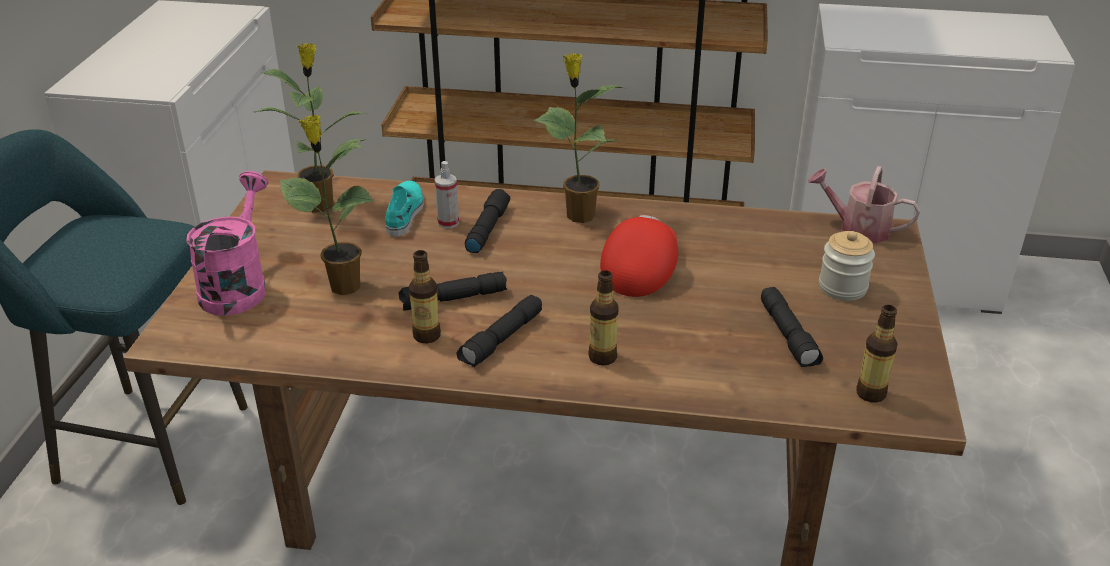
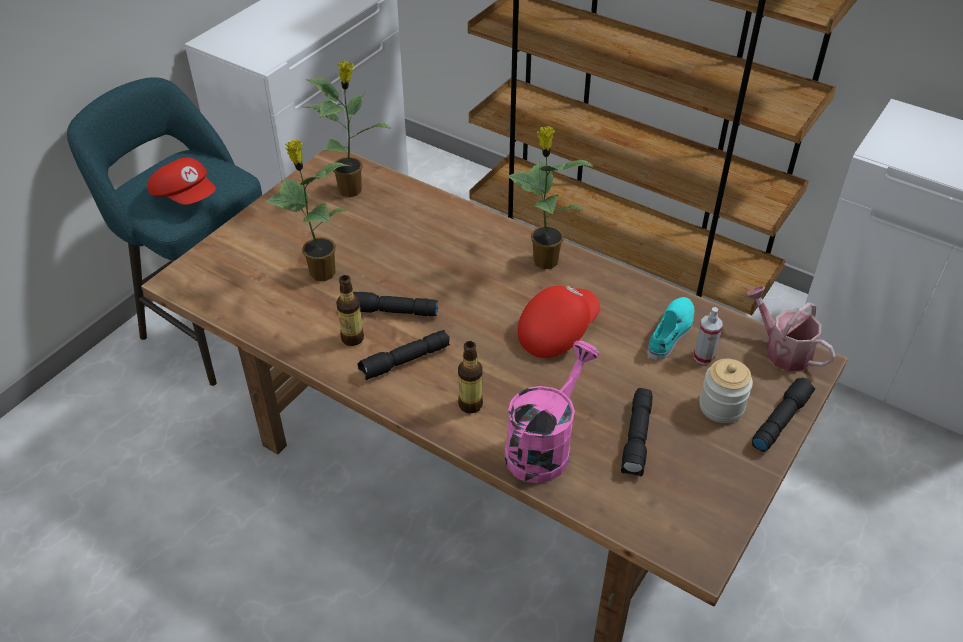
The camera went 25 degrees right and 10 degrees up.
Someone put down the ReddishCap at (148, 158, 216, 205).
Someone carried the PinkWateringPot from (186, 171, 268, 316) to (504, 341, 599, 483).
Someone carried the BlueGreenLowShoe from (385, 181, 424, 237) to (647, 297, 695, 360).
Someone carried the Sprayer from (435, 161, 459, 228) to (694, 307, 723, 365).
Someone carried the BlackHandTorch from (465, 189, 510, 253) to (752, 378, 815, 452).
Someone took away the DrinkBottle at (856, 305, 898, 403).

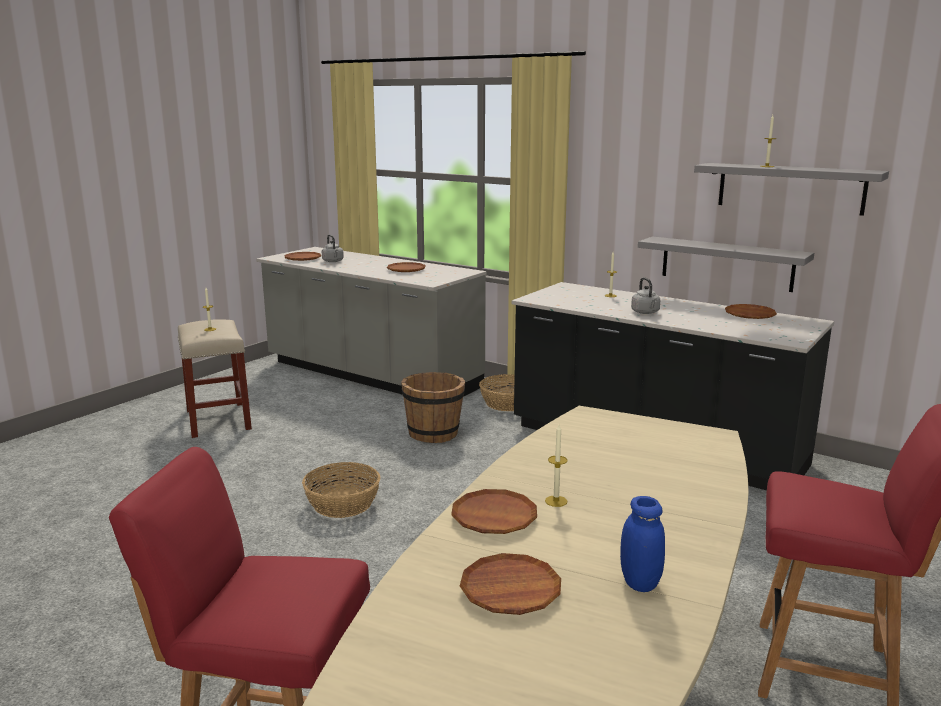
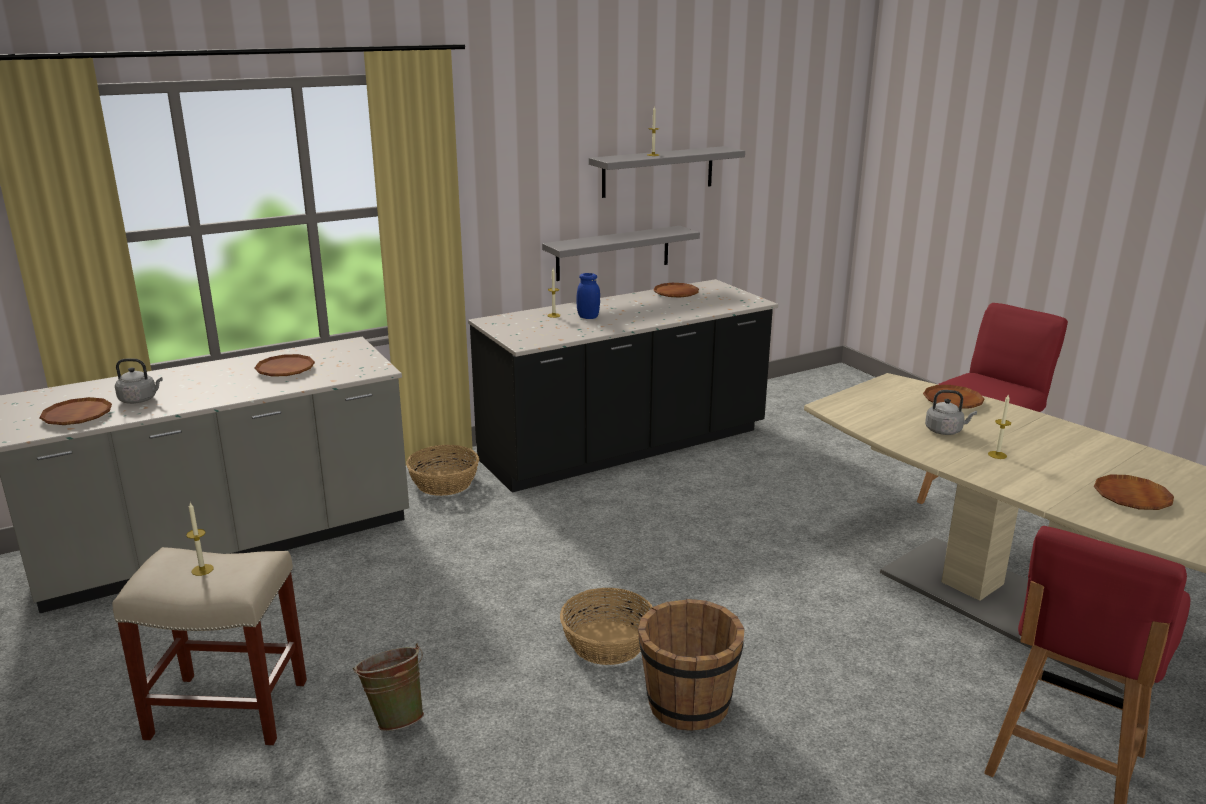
The camera went 65 degrees left and 5 degrees up.
Someone put down the GreenPail at (353, 644, 424, 731).
Someone carried the BlueStorageJar from (620, 496, 665, 592) to (576, 273, 600, 319).
Someone carried the BrownishPail from (401, 372, 465, 443) to (638, 599, 745, 731).
Someone carried the BrownishDinnerPlate from (451, 489, 537, 534) to (923, 385, 984, 408).
Someone carried the GreyWaterKettle from (631, 277, 660, 314) to (925, 390, 977, 435).

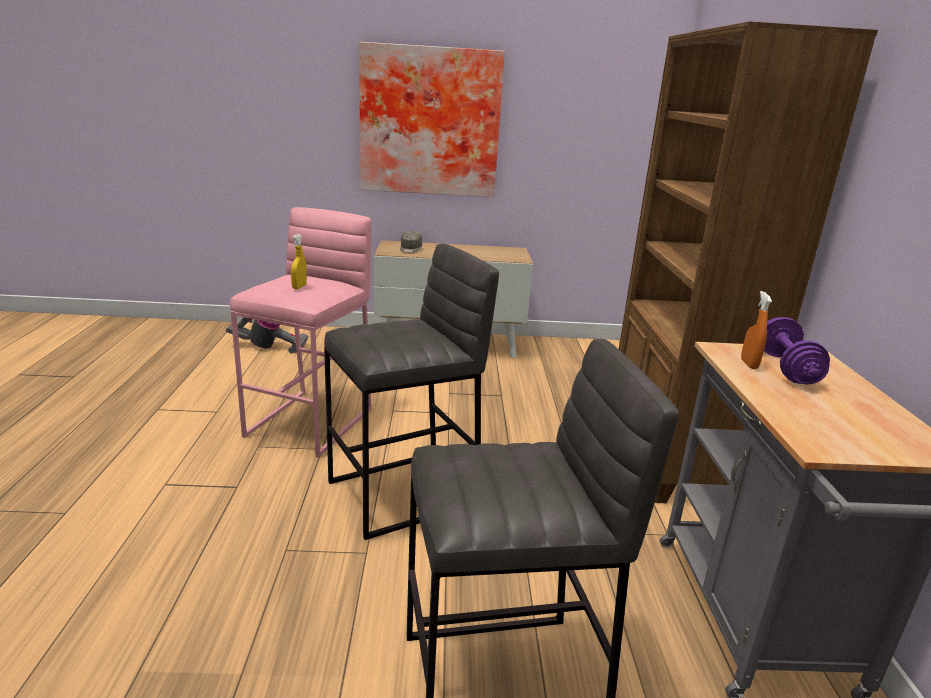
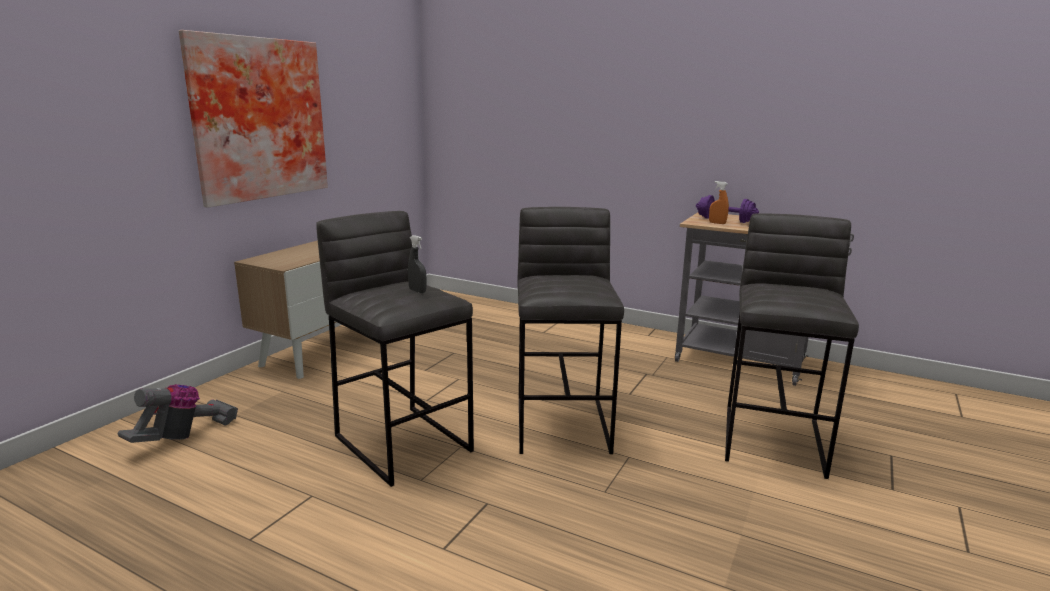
The camera went 60 degrees left and 5 degrees down.
Someone repainted the PinkStoolSeat at (230, 207, 371, 457), which became the GreyStoolSeat at (316, 211, 474, 487).
Someone repainted the YellowSprayer at (291, 234, 307, 289), which became the GreySprayer at (408, 235, 427, 293).
Someone took away the GreyCap at (400, 231, 422, 254).
Someone took away the BrownishShelvingUnit at (619, 21, 878, 503).

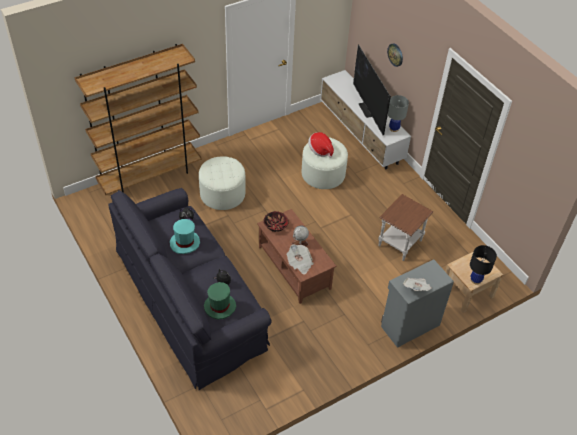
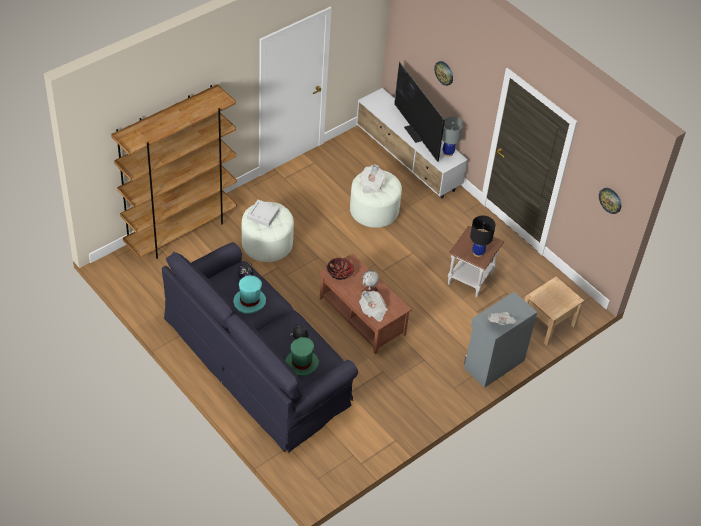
The camera went 10 degrees left and 0 degrees up.
Someone put down the GreyTray at (247, 200, 280, 227).
Someone swapped the Hat at (308, 132, 334, 158) for the Newspaper at (360, 165, 386, 193).
Someone carried the BlackLampForATable from (470, 245, 497, 284) to (470, 215, 496, 257).
Someone put up the WallClock at (599, 188, 621, 214).

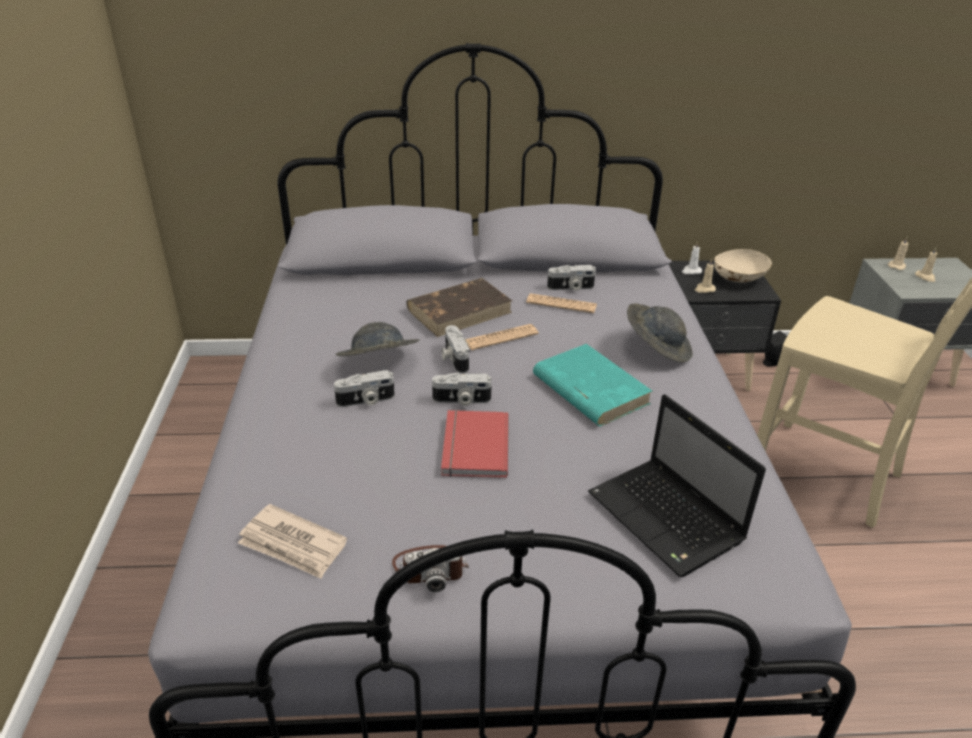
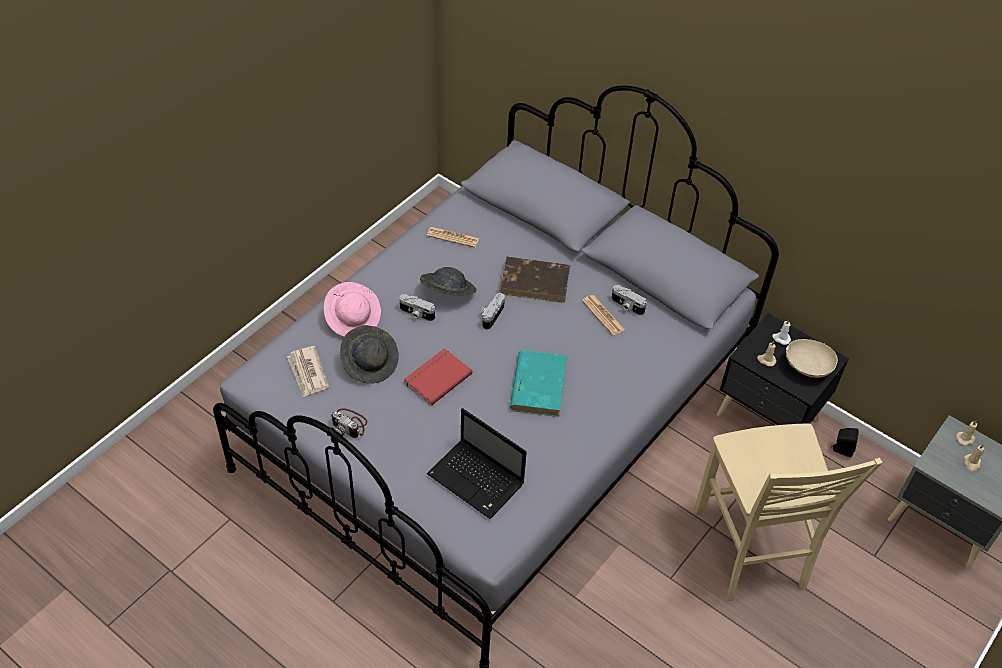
The camera went 40 degrees right and 15 degrees up.
Someone put down the PinkHat at (324, 282, 381, 337).
Someone carried the GreyHat from (627, 304, 693, 362) to (340, 325, 399, 384).
Someone carried the Newspaper from (466, 324, 539, 350) to (427, 227, 479, 248).
Someone rotated the Laptop at (588, 394, 766, 577) by 60 degrees counterclockwise.
Someone took away the StillCamera at (432, 372, 492, 406).

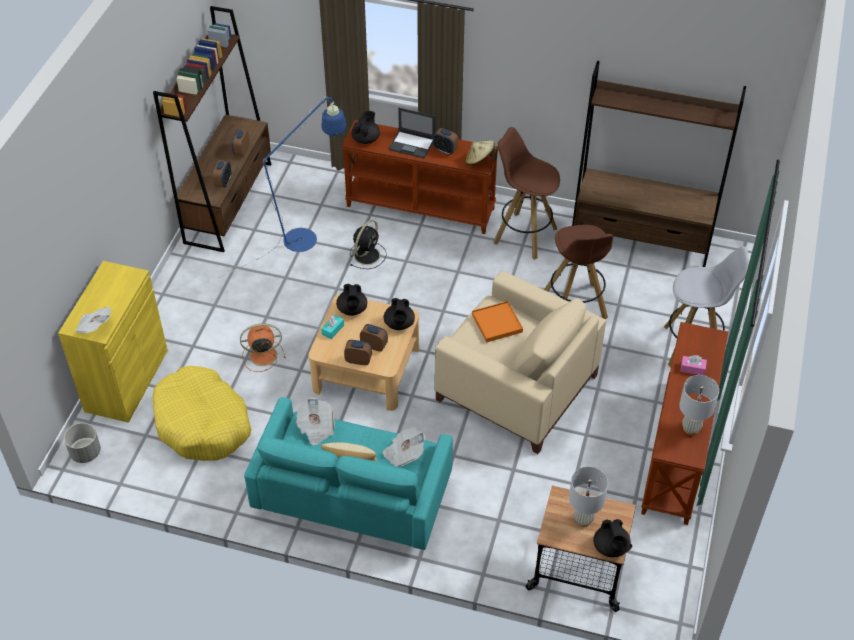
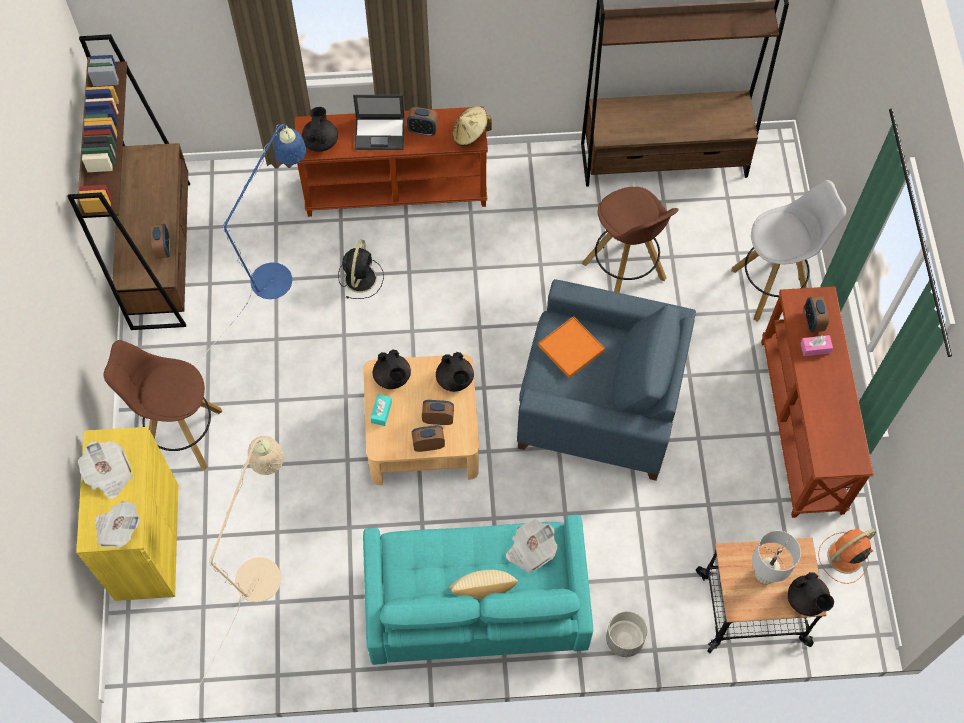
The camera went 20 degrees left and 15 degrees up.
Someone carried the Newspaper from (296, 397, 335, 445) to (78, 441, 133, 499).
Someone carried the BrownishStoolSeat from (494, 127, 560, 260) to (103, 340, 223, 470).
Someone swapped the YellowPetBed at (153, 366, 252, 461) for the BeigeStandardLamp at (194, 436, 284, 695).
Someone repainted the BeigeEasyChair at (435, 271, 606, 454), which became the BlueEasyChair at (517, 279, 696, 481).
Someone carried the GreyFlowerPot from (64, 423, 101, 463) to (606, 611, 647, 657).
Someone carried the AlarmClock from (232, 129, 249, 156) to (804, 296, 829, 332).
Someone carried the OrangeColouredElectricFan from (240, 323, 286, 372) to (818, 529, 876, 584).
Someone took away the WhiteLampForATable at (679, 375, 719, 435).

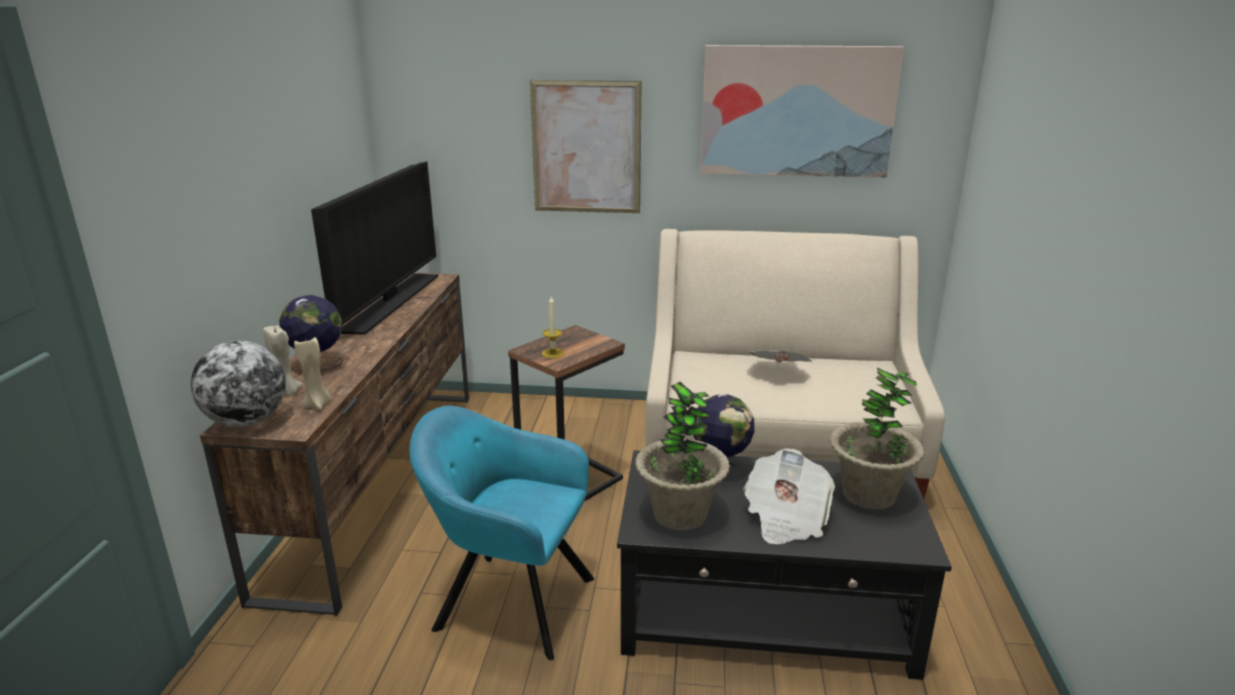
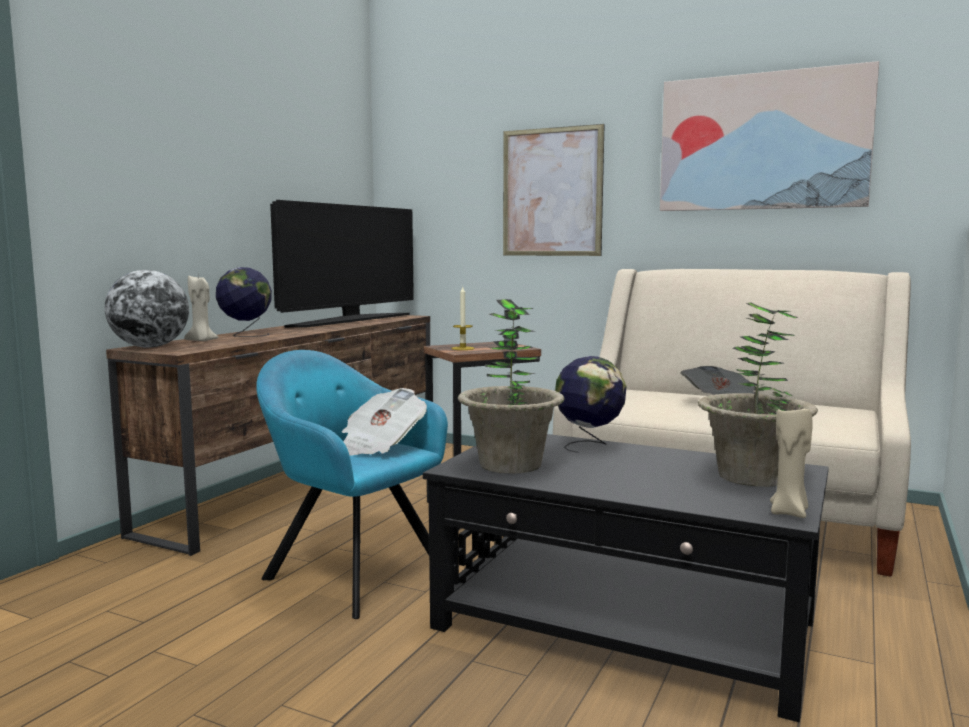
The camera went 20 degrees right and 15 degrees down.
Someone carried the Newspaper from (743, 448, 835, 544) to (342, 388, 427, 456).
Someone carried the BeigeWaxCandle from (294, 337, 331, 410) to (770, 407, 812, 518).

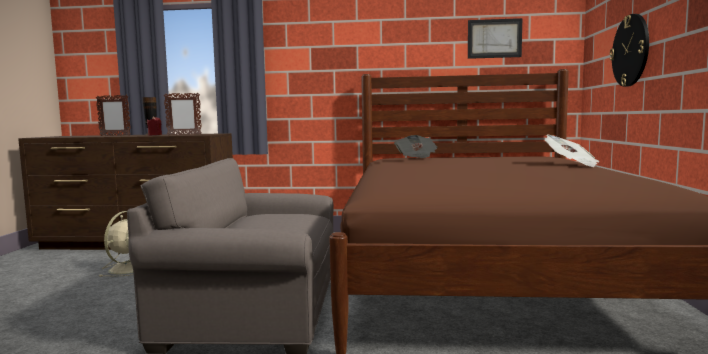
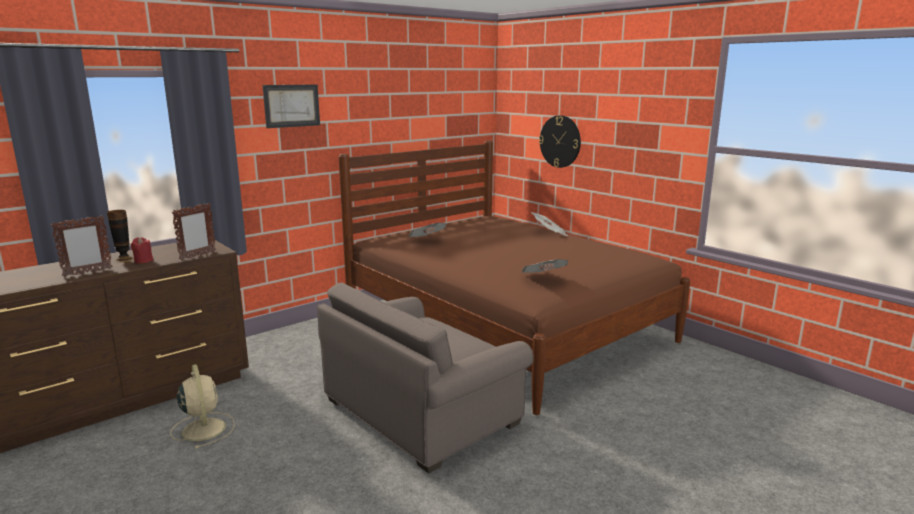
The camera went 45 degrees left and 10 degrees up.
Someone carried the WallPicture from (468, 18, 522, 59) to (263, 84, 320, 128).
Someone put down the Newspaper at (521, 259, 569, 273).

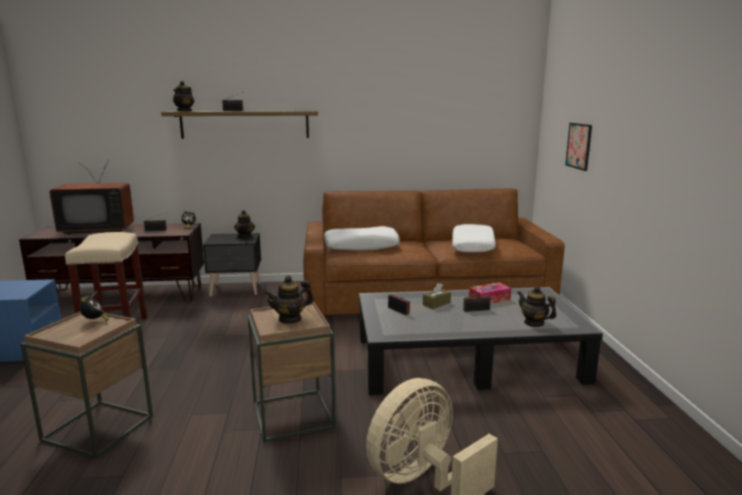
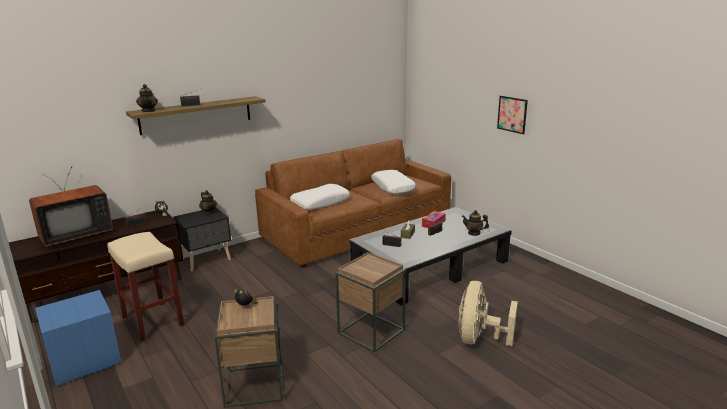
The camera went 30 degrees left and 5 degrees up.
Someone carried the WallPicture from (565, 123, 592, 171) to (497, 96, 528, 134).
Someone took away the TeaPot at (264, 275, 314, 324).

